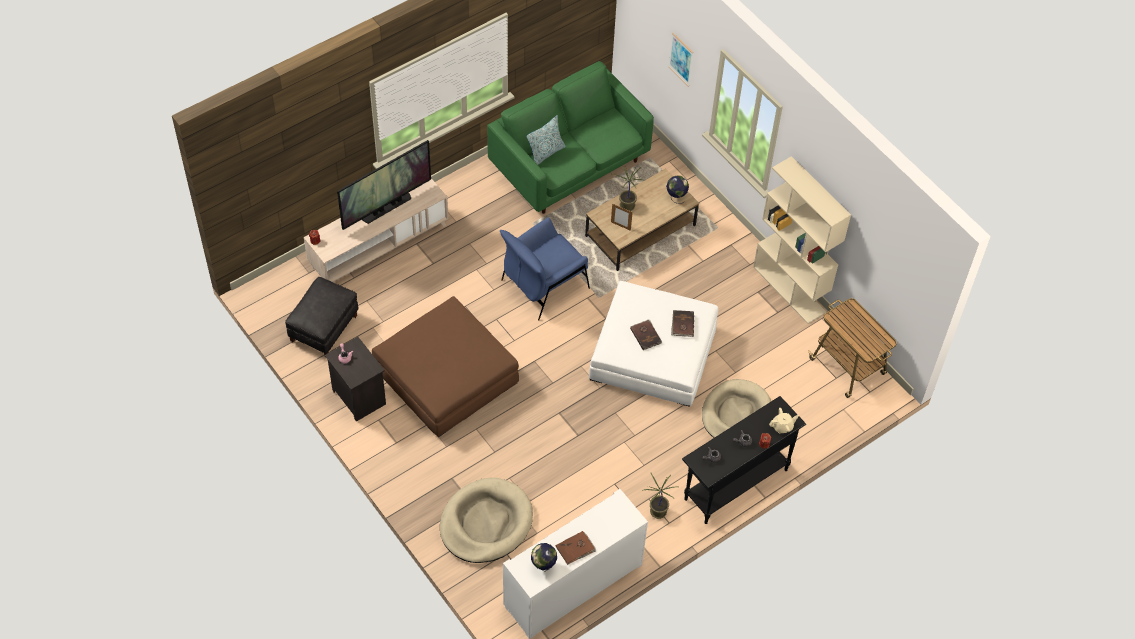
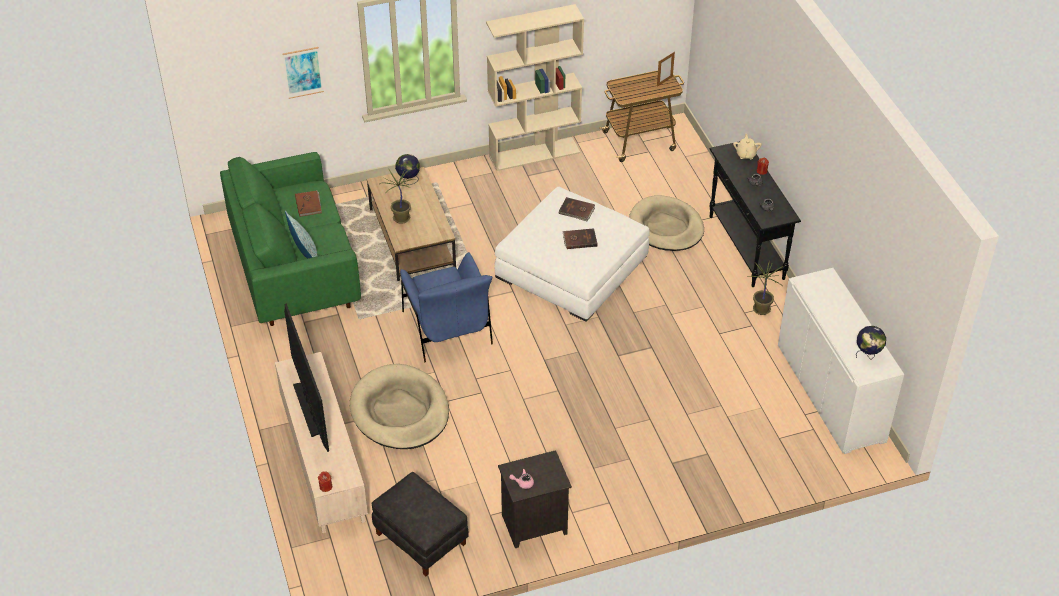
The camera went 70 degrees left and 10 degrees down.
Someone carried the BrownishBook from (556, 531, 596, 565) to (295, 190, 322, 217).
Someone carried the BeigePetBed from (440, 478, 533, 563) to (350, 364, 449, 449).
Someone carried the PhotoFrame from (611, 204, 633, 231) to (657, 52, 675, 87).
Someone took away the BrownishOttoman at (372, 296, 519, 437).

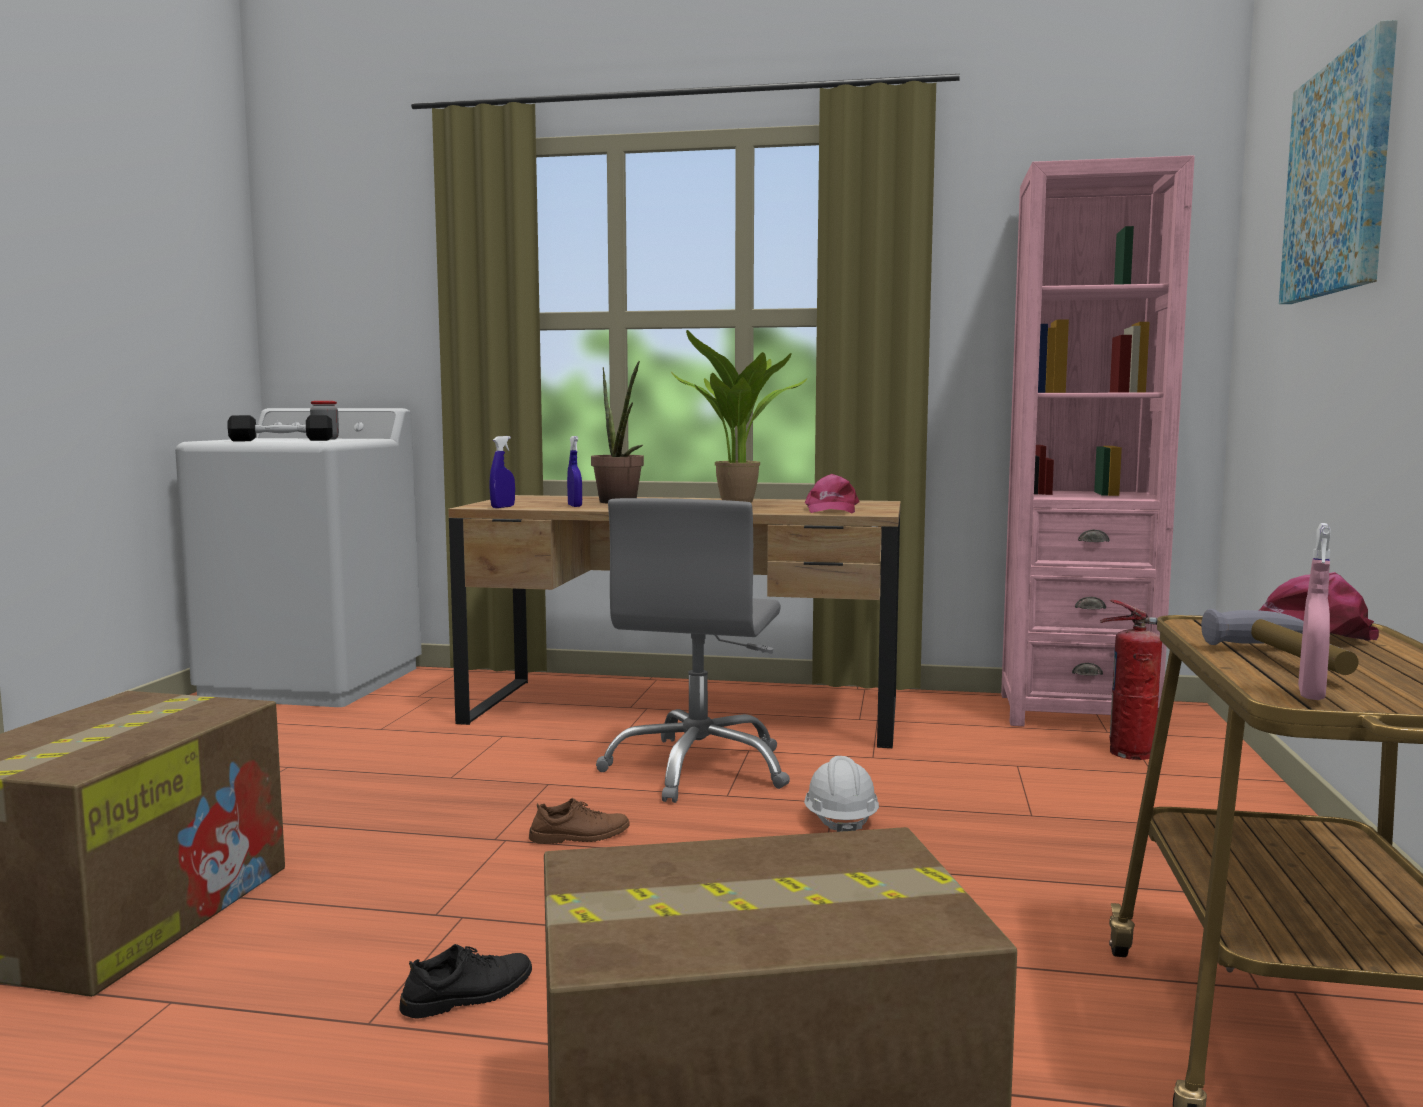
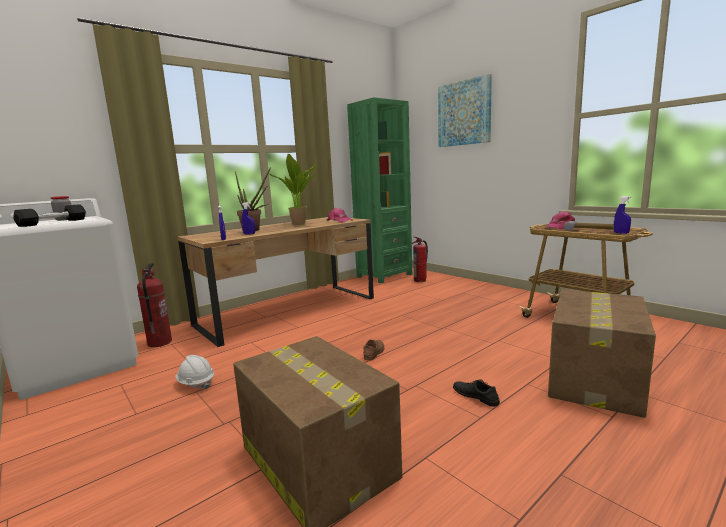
The camera went 50 degrees left and 5 degrees up.
Someone put down the FireFightingCylinder at (137, 263, 172, 347).
Someone carried the WhiteSafetyHelmet from (804, 756, 879, 832) to (175, 355, 214, 389).
Someone repainted the PinkShelvingUnit at (1001, 155, 1195, 726), which became the GreenShelvingUnit at (347, 97, 412, 283).
Someone rotated the BlackLowShoe at (399, 944, 532, 1019) by 45 degrees counterclockwise.
Someone repainted the PinkSprayer at (1298, 523, 1331, 700), which became the BlueSprayer at (614, 196, 631, 234).
Someone took away the GreyOfficeChair at (596, 498, 790, 803).

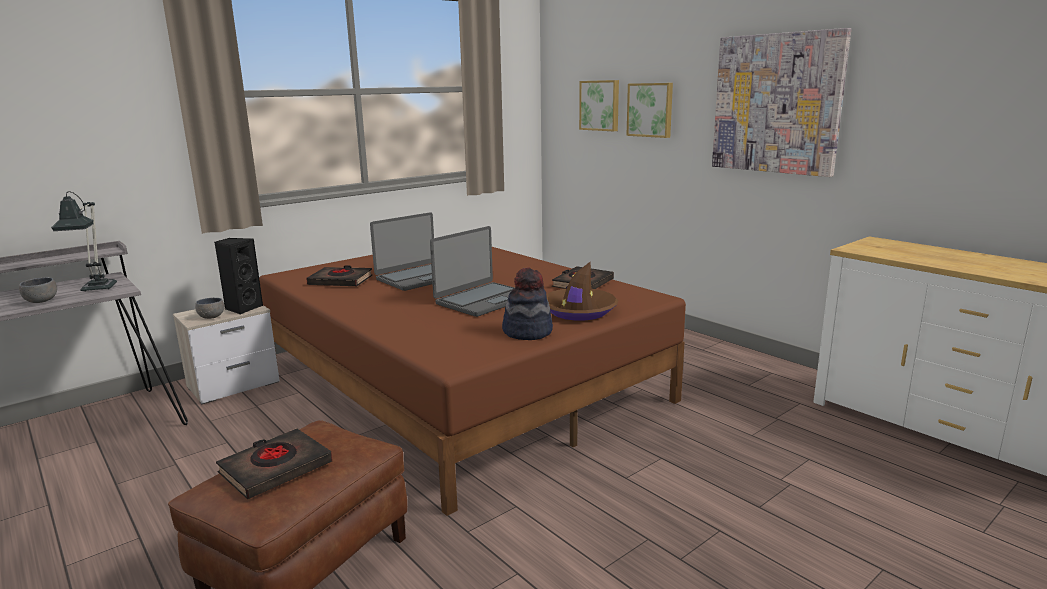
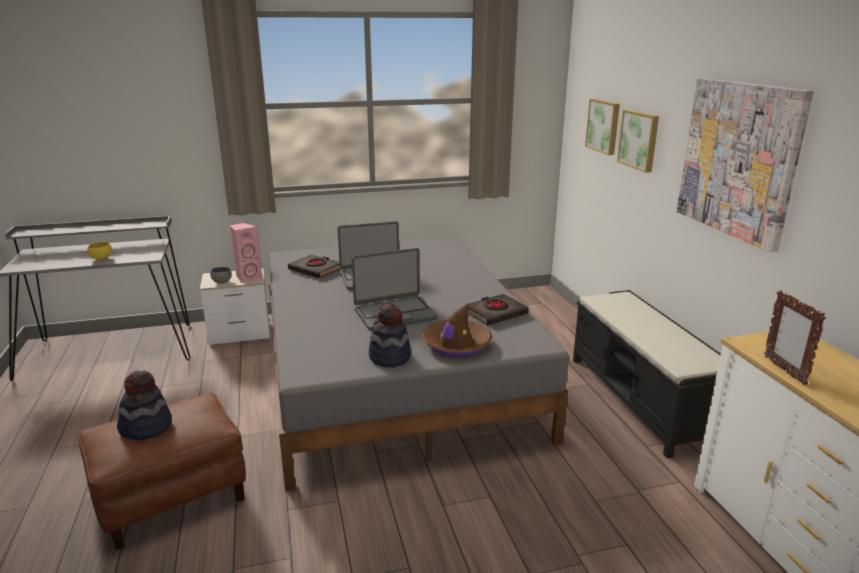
The camera went 25 degrees right and 5 degrees up.
Someone repainted the GreyServingBowl at (19, 277, 57, 303), which became the YellowServingBowl at (87, 242, 112, 260).
Someone swapped the BlackBook at (216, 428, 332, 499) for the Hat at (117, 370, 172, 440).
Someone repainted the BlackLoudspeaker at (214, 238, 263, 314), which became the PinkLoudspeaker at (230, 222, 263, 284).
Someone repainted the BrownishBedroomBed at (259, 247, 686, 516), which became the GreyBedroomBed at (269, 237, 569, 491).
Someone put down the BlackBench at (573, 290, 721, 458).
Someone put down the PhotoFrame at (764, 290, 826, 385).
Someone took away the LampForATable at (51, 191, 117, 291).

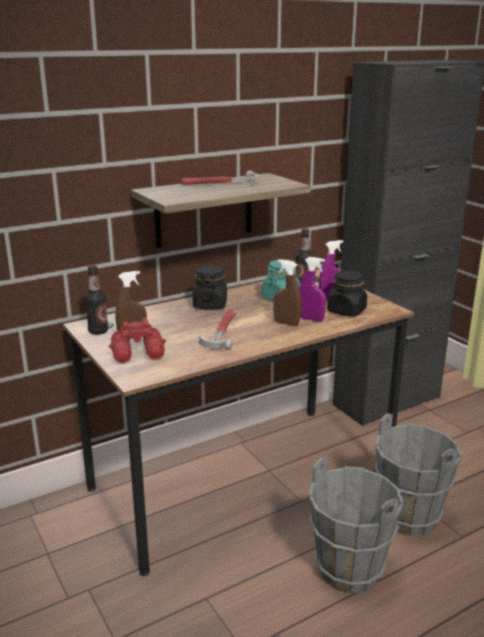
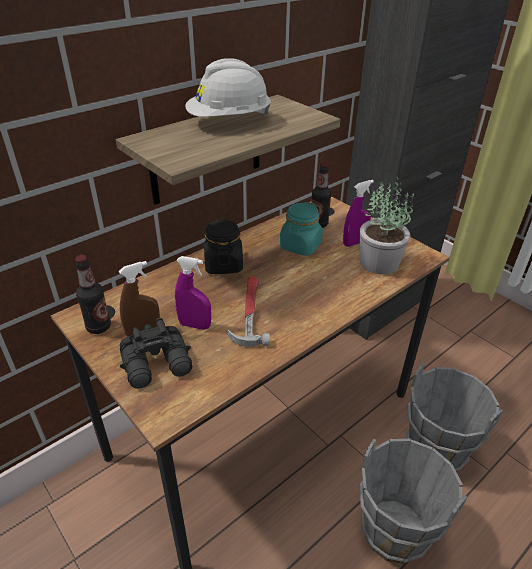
The camera went 10 degrees left and 15 degrees up.
Someone repainted the ReddishPairOfBinoculars at (109, 318, 166, 363), which became the BlackPairOfBinoculars at (120, 318, 192, 388).
Someone carried the PurpleSprayer from (299, 257, 326, 321) to (175, 256, 211, 330).
Someone swapped the HandHammer at (182, 171, 259, 185) for the WhiteSafetyHelmet at (185, 58, 271, 117).
Someone swapped the BlackStorageJar at (327, 270, 367, 316) for the PlantInAPot at (360, 177, 414, 275).
Someone took away the BrownishSprayer at (273, 259, 301, 326).

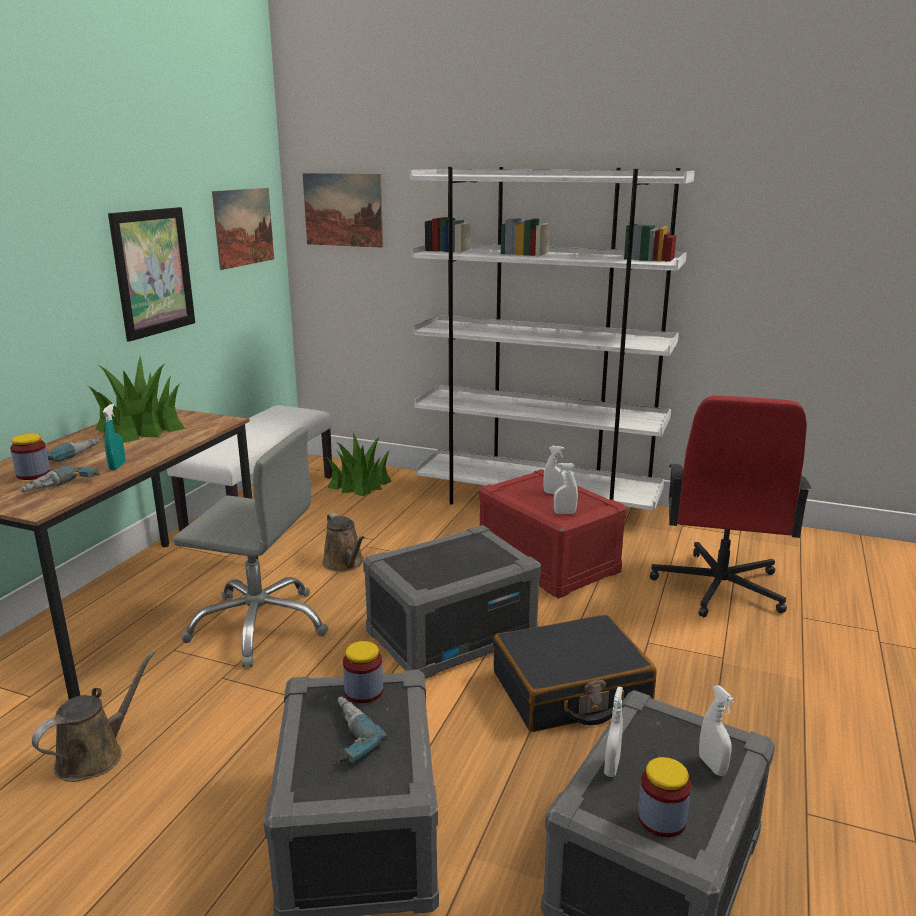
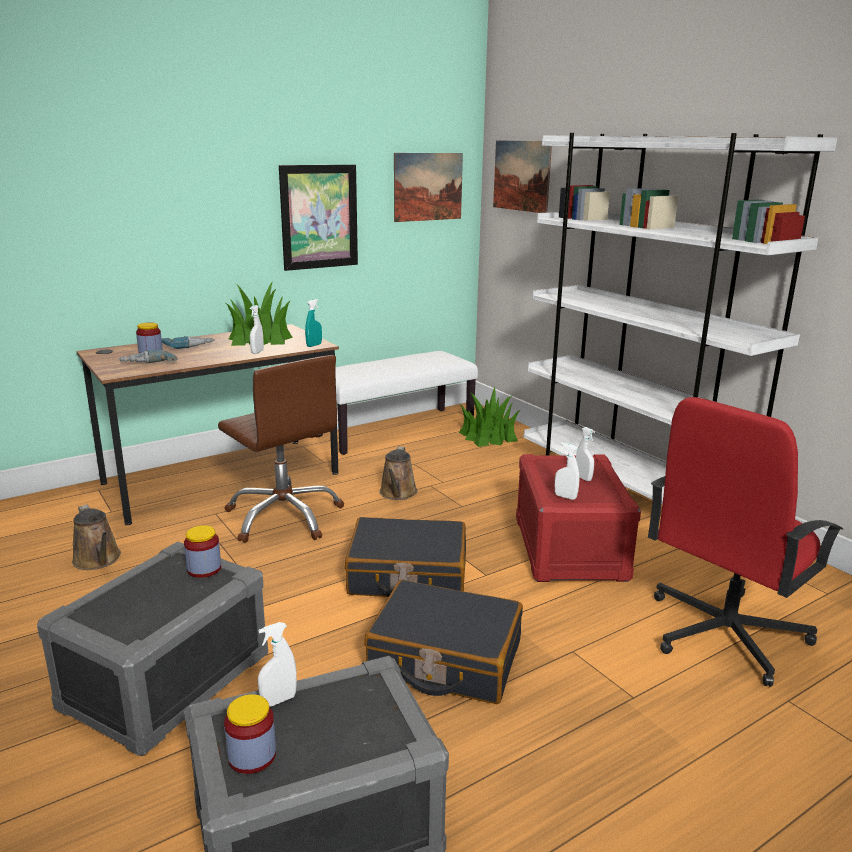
The camera went 35 degrees right and 0 degrees up.
Someone rotated the BrownishWateringPot at (32, 651, 155, 782) by 75 degrees clockwise.
Someone repainted the GreyOfficeChair at (173, 427, 328, 667), which became the BrownishOfficeChair at (218, 355, 344, 543).
Someone carried the WhiteSprayer from (699, 685, 734, 776) to (250, 305, 264, 354).
Someone carried the BlueGreenSprayer from (103, 404, 125, 470) to (305, 299, 322, 347).
Someone swapped the GreyStorageBin at (363, 525, 541, 679) for the BlackTravelCase at (345, 517, 466, 597).
Someone took away the PowerDrill at (338, 697, 387, 763).

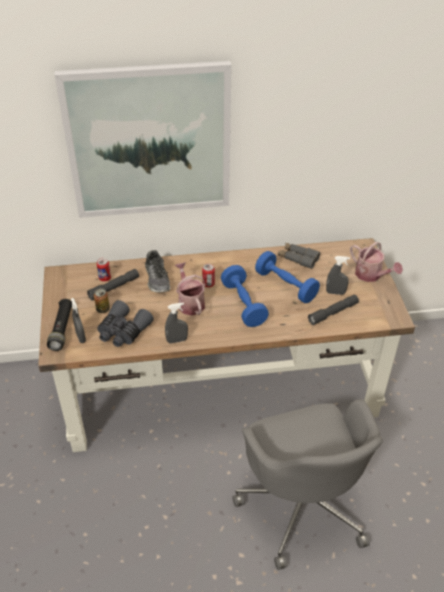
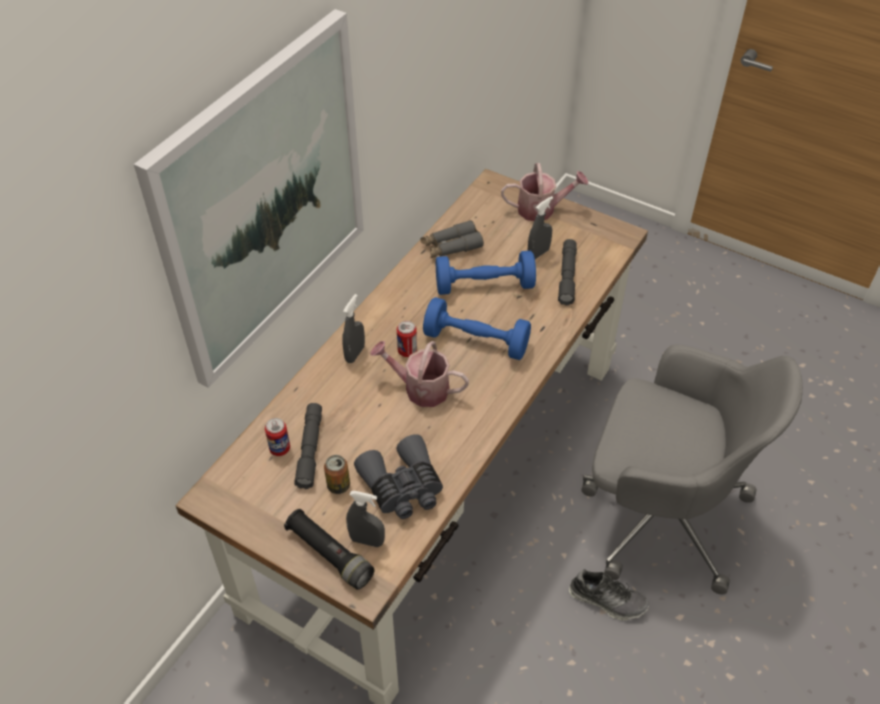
The camera went 50 degrees left and 5 degrees up.
Someone carried the GreySprayer from (165, 303, 188, 344) to (342, 294, 365, 363).
Someone carried the LowShoe from (145, 250, 170, 293) to (569, 569, 649, 620).

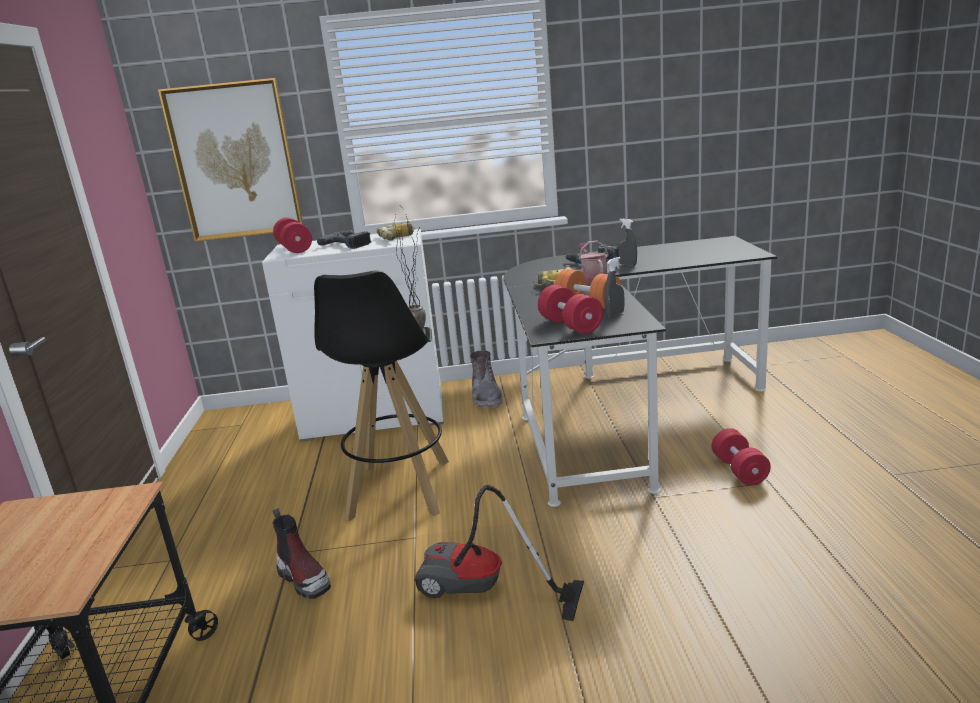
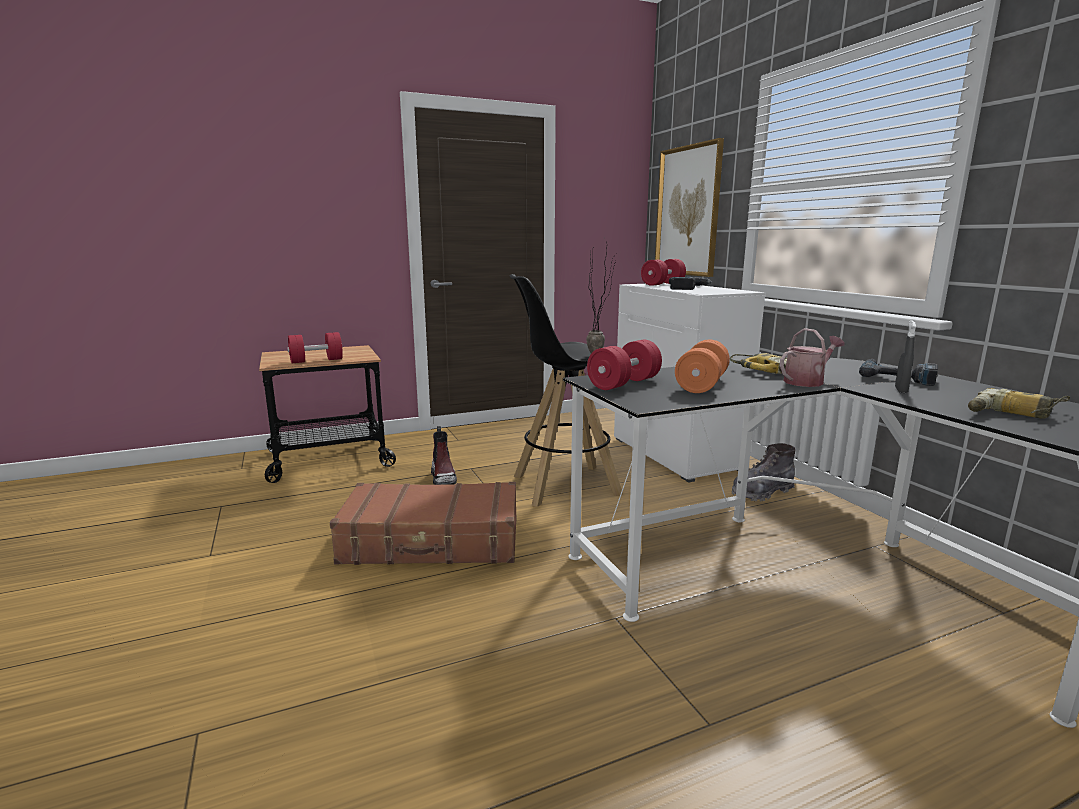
The camera went 70 degrees right and 5 degrees down.
Someone carried the ReddishFreeWeight from (712, 428, 771, 485) to (287, 332, 343, 363).
Someone swapped the Hoover at (414, 485, 584, 621) for the BrownishTravelCase at (330, 482, 516, 565).
Someone rotated the Boot at (272, 508, 331, 599) by 45 degrees counterclockwise.
Someone carried the PowerDrill from (377, 221, 415, 241) to (968, 388, 1070, 419).
Someone took away the GreySprayer at (604, 257, 624, 317).

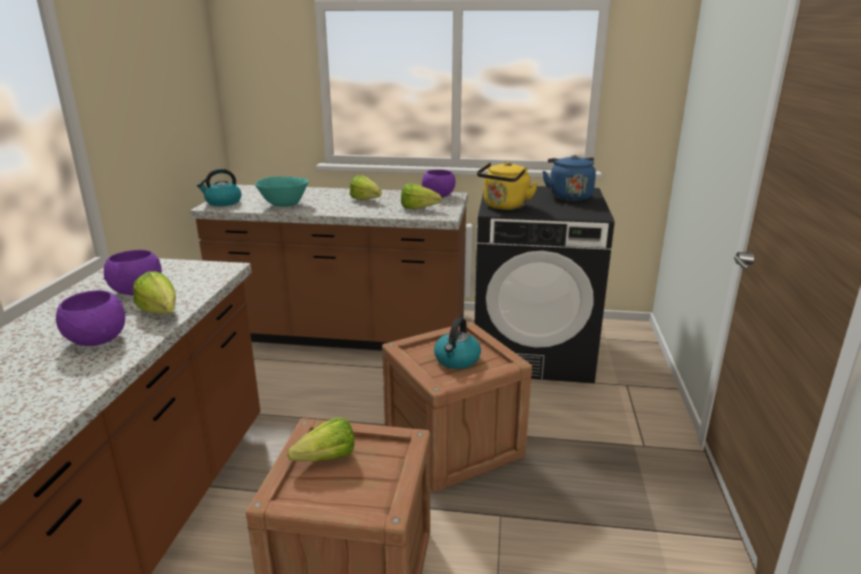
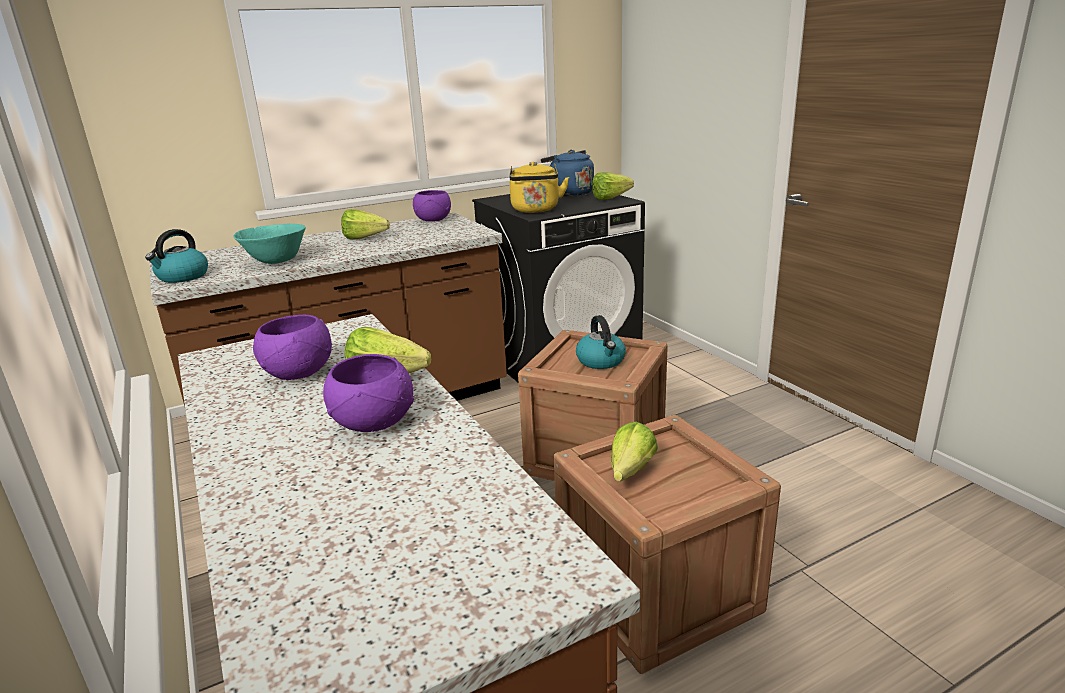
The camera went 35 degrees left and 0 degrees up.
Someone carried the LettuceHead from (401, 183, 442, 209) to (592, 172, 634, 200).

